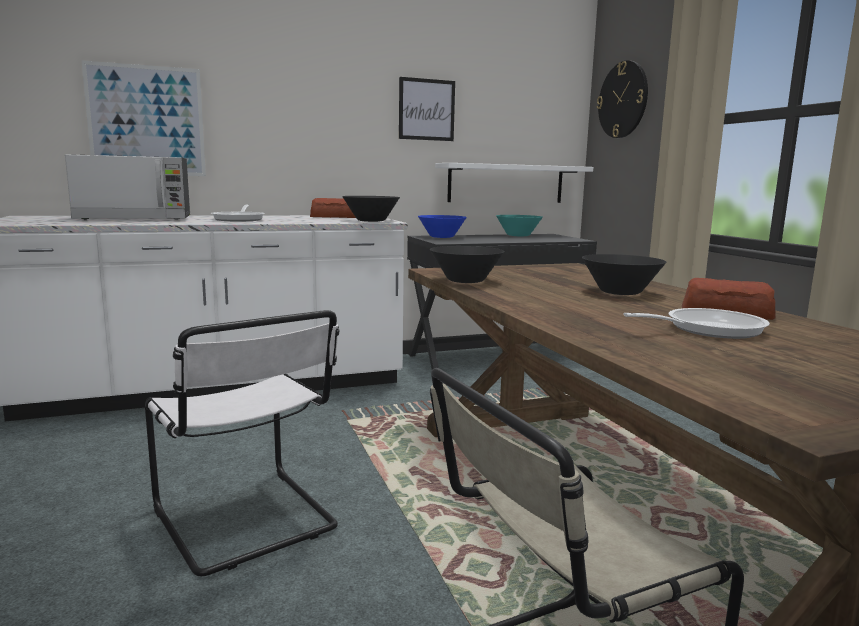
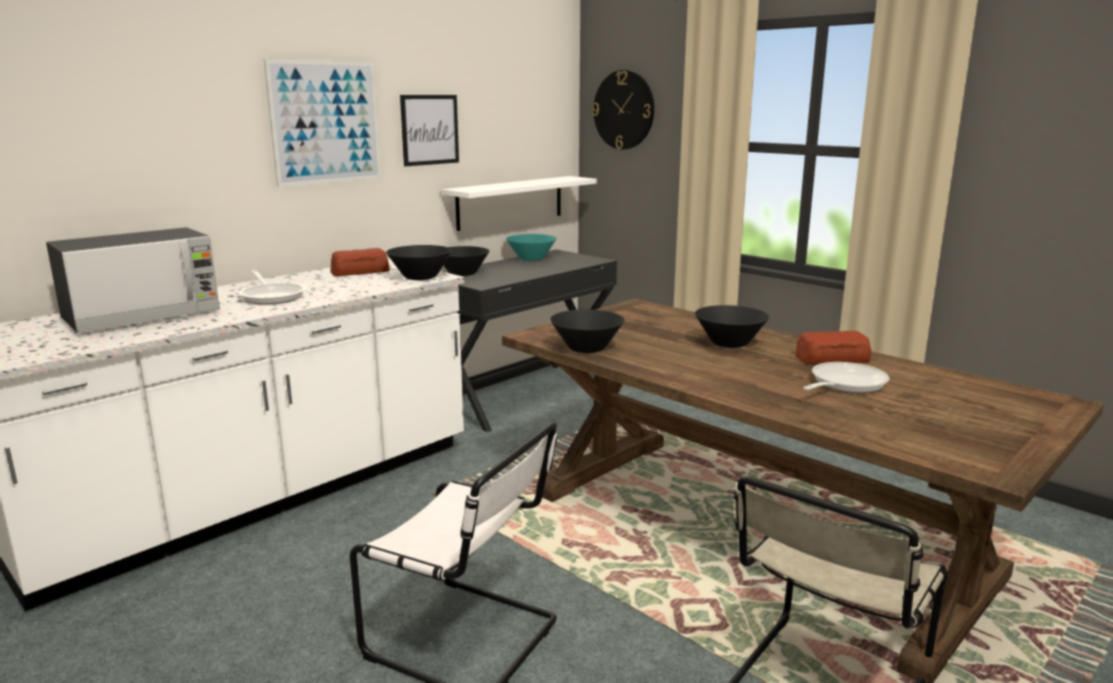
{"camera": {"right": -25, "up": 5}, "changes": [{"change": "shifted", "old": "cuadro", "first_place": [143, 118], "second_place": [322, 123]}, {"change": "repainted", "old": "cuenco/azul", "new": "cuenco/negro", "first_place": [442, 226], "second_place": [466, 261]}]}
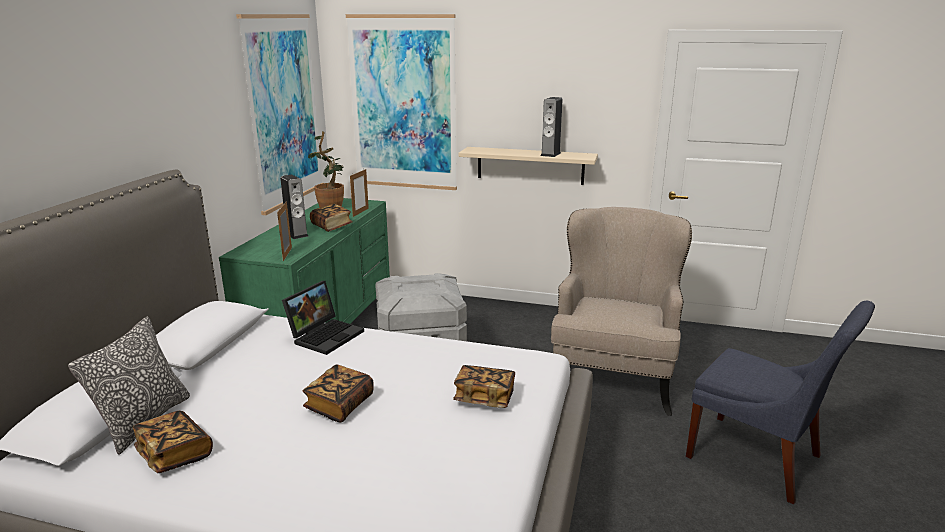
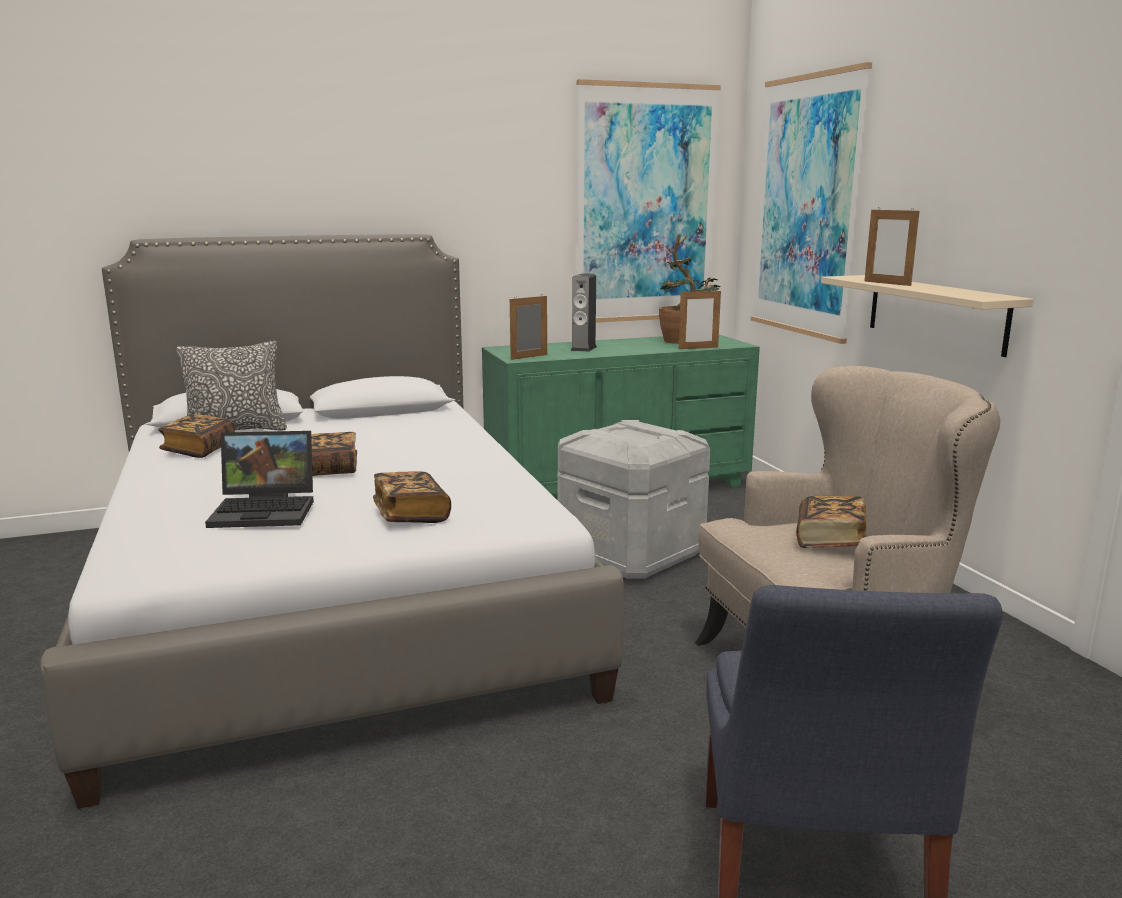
{"camera": {"right": 55, "up": -5}, "changes": [{"change": "shifted", "old": "portátil", "first_place": [323, 318], "second_place": [259, 479]}, {"change": "shifted", "old": "libro", "first_place": [331, 218], "second_place": [831, 522]}, {"change": "gone", "old": "altavoz", "first_place": [551, 127]}, {"change": "new", "new": "portarretratos", "second_place": [891, 246]}]}
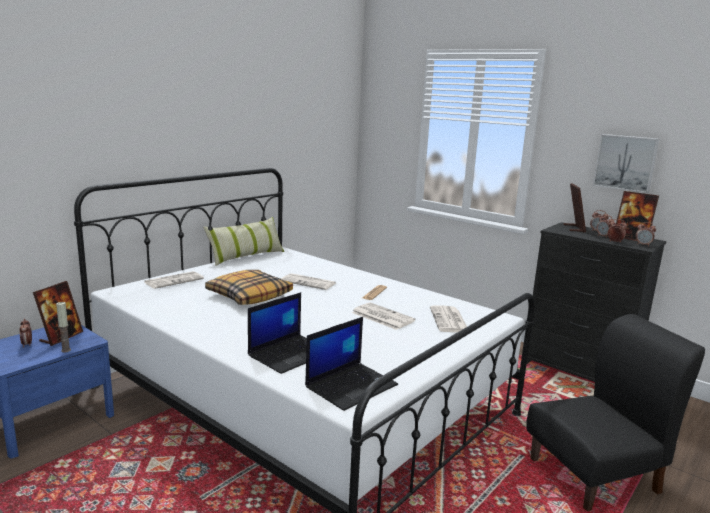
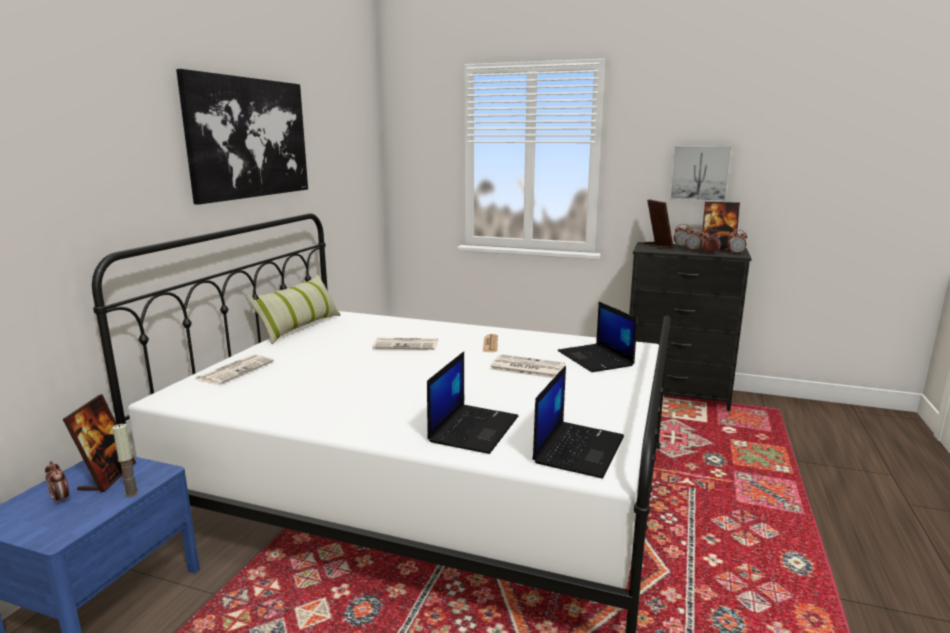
{"camera": {"right": -20, "up": 0}, "changes": [{"change": "gone", "old": "cojín", "first_place": [249, 287]}, {"change": "swapped", "old": "periódico", "new": "portátil", "first_place": [448, 319], "second_place": [597, 337]}, {"change": "gone", "old": "silla/negro", "first_place": [615, 412]}, {"change": "new", "new": "cuadro", "second_place": [242, 137]}]}
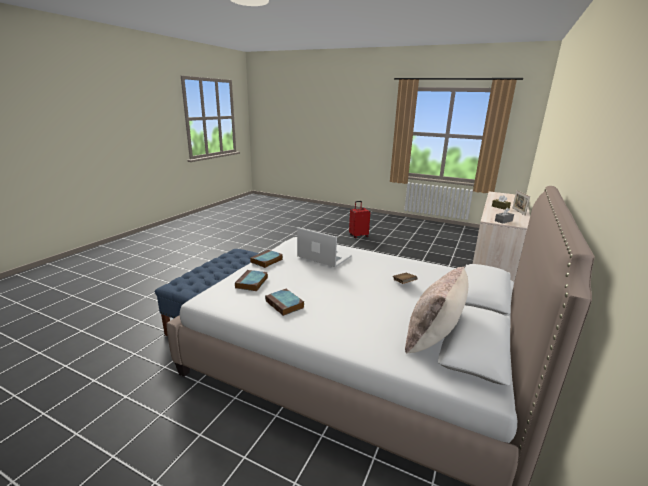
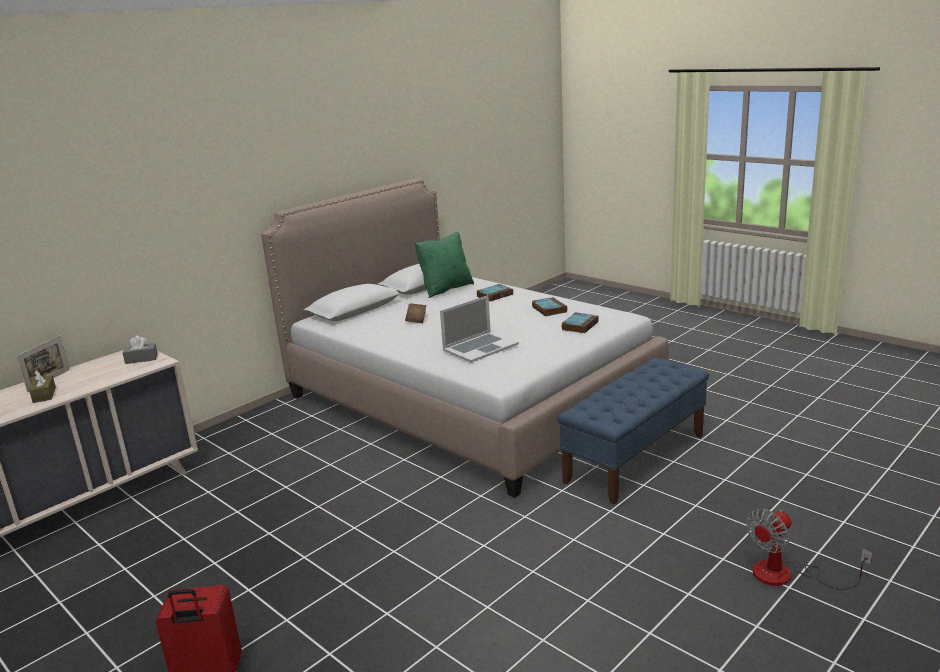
{"camera": {"right": -160, "up": 0}, "changes": [{"change": "shifted", "old": "libro", "first_place": [266, 259], "second_place": [495, 293]}, {"change": "rotated", "old": "portátil", "first_place": [324, 247], "second_place": [479, 329], "degrees": -90}, {"change": "repainted", "old": "cojín/beis", "new": "cojín/verde", "first_place": [436, 310], "second_place": [444, 265]}, {"change": "new", "new": "ventilador", "second_place": [809, 549]}]}
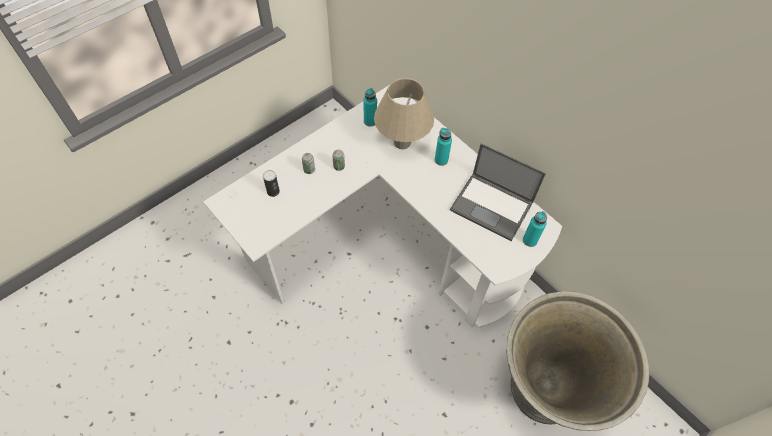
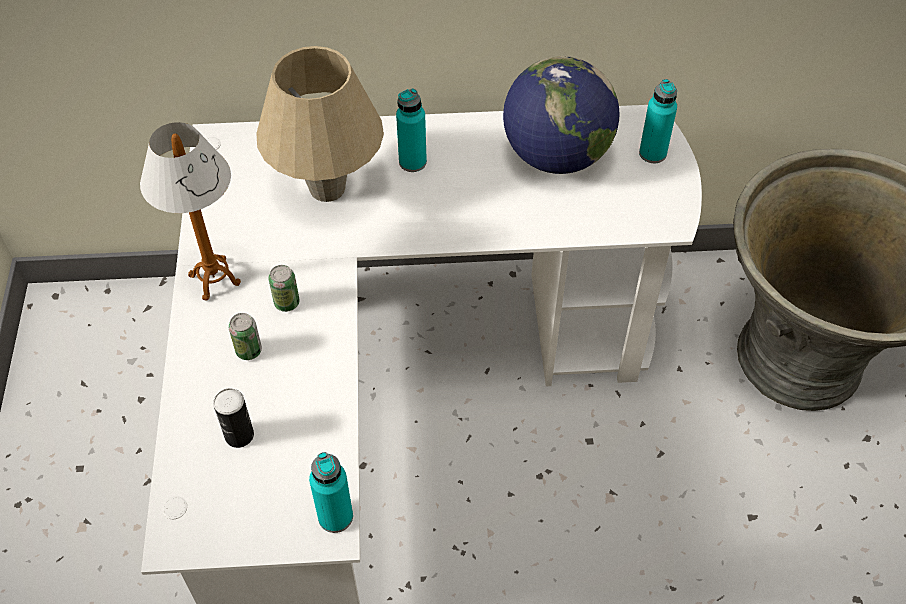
{"camera": {"right": -50, "up": -5}, "changes": [{"change": "shifted", "old": "botella/turquesa", "first_place": [370, 107], "second_place": [331, 492]}, {"change": "swapped", "old": "portátil", "new": "globo terráqueo", "first_place": [498, 192], "second_place": [561, 115]}, {"change": "new", "new": "lámpara de mesa", "second_place": [190, 211]}]}
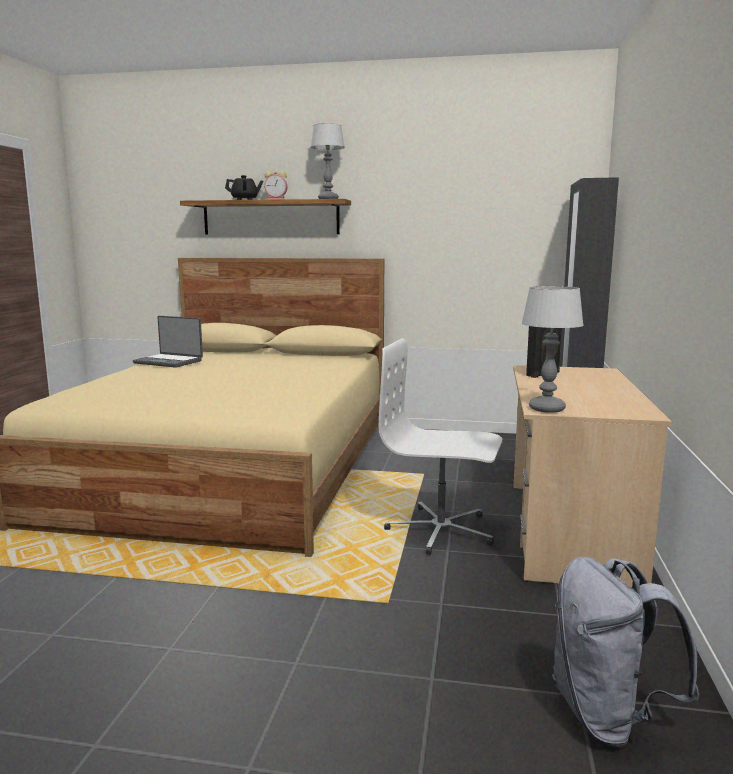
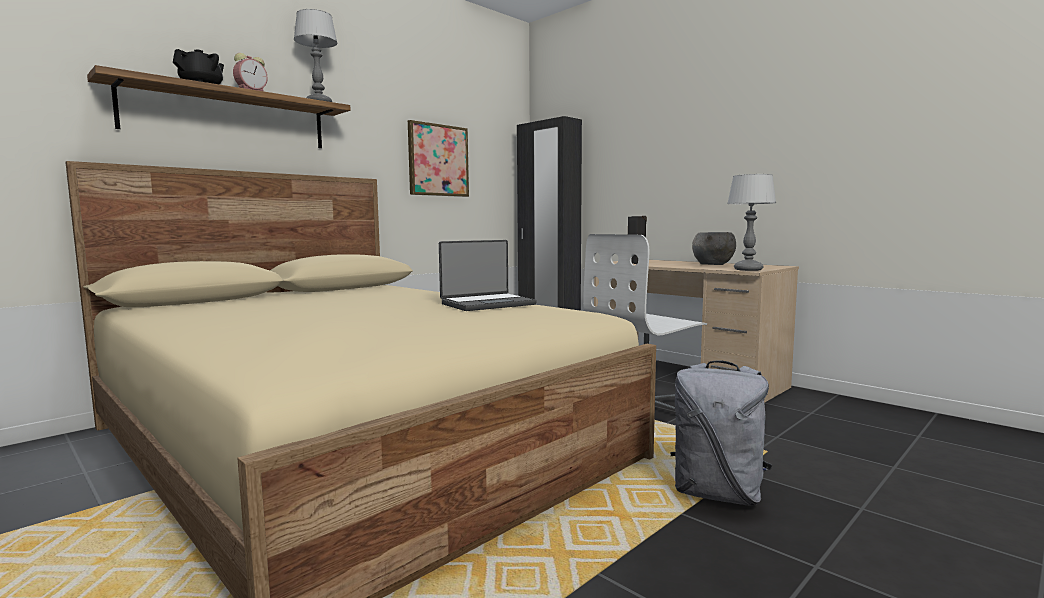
{"camera": {"right": -55, "up": -5}, "changes": [{"change": "shifted", "old": "portátil", "first_place": [168, 342], "second_place": [488, 275]}, {"change": "shifted", "old": "mochila/gris", "first_place": [626, 652], "second_place": [721, 433]}, {"change": "new", "new": "cuadro", "second_place": [438, 158]}, {"change": "new", "new": "cuenco/gris", "second_place": [714, 248]}]}
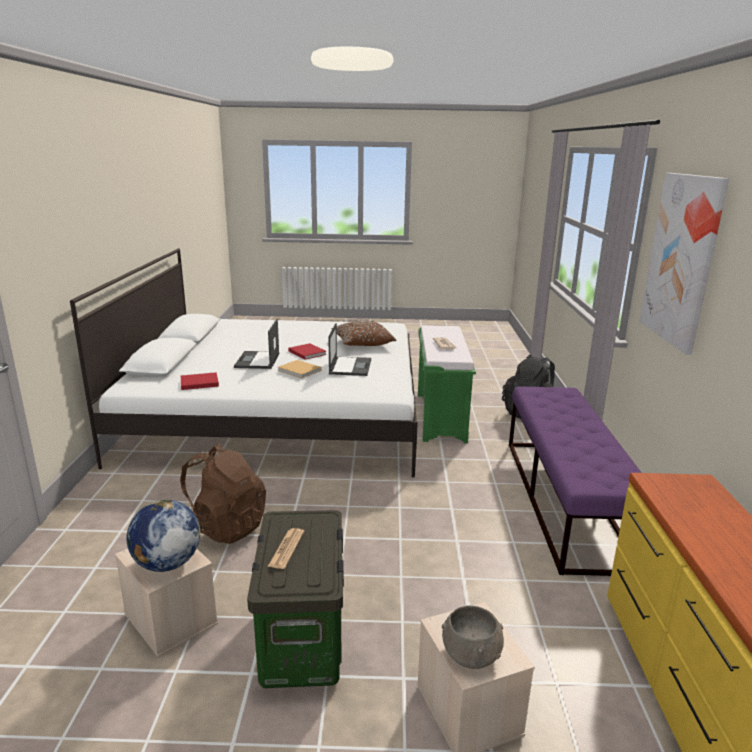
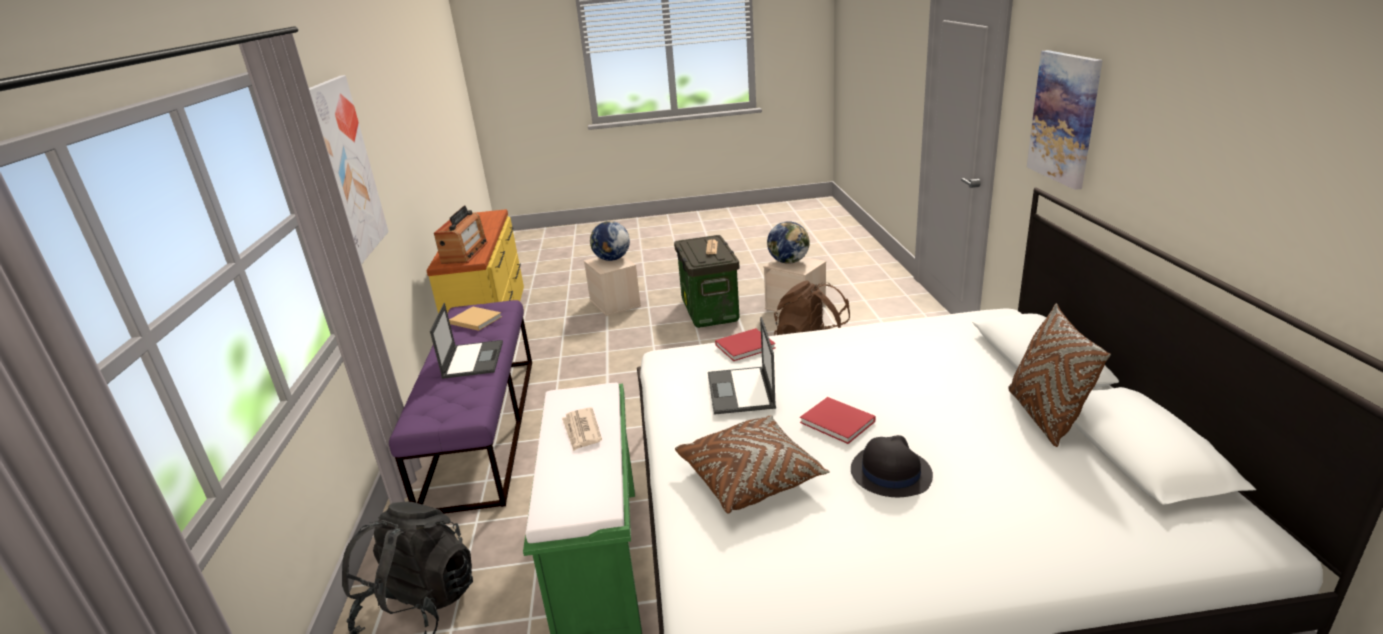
{"camera": {"right": 175, "up": 5}, "changes": [{"change": "shifted", "old": "libro/rojo", "first_place": [200, 381], "second_place": [745, 344]}, {"change": "shifted", "old": "portátil", "first_place": [257, 344], "second_place": [466, 341]}, {"change": "shifted", "old": "libro/beis", "first_place": [299, 369], "second_place": [475, 319]}, {"change": "swapped", "old": "cuenco/gris", "new": "globo terráqueo", "first_place": [473, 637], "second_place": [610, 241]}, {"change": "new", "new": "radio", "second_place": [461, 234]}, {"change": "new", "new": "sombrero/negro", "second_place": [892, 466]}, {"change": "new", "new": "cojín/marrón", "second_place": [1059, 375]}, {"change": "new", "new": "cuadro", "second_place": [1065, 120]}]}
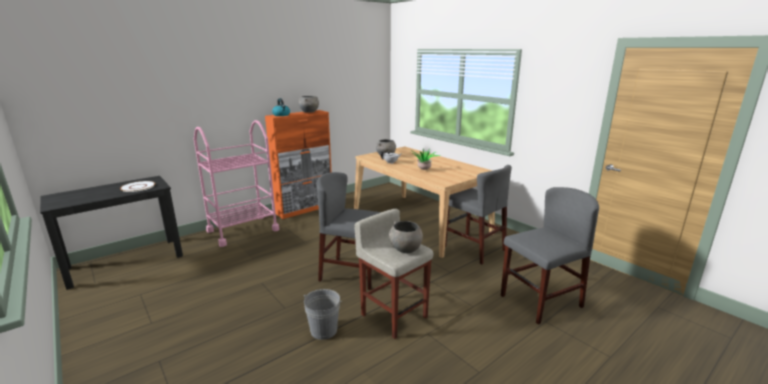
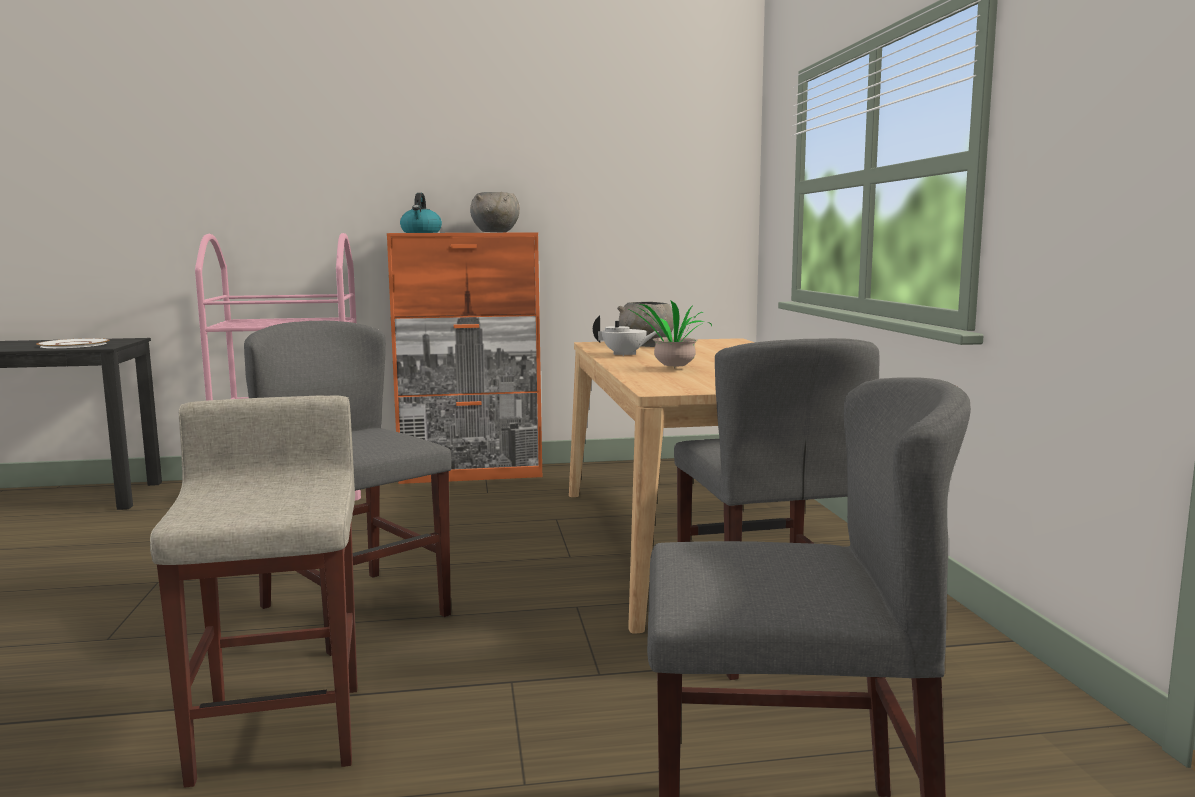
{"camera": {"right": 30, "up": -10}, "changes": [{"change": "gone", "old": "cubo/gris", "first_place": [323, 314]}, {"change": "gone", "old": "cuenco/gris", "first_place": [406, 237]}]}
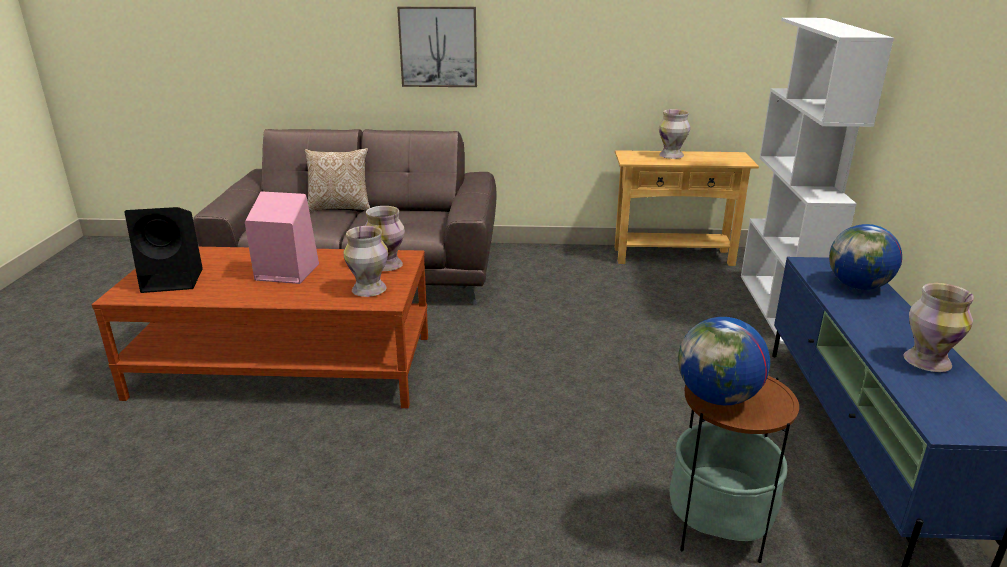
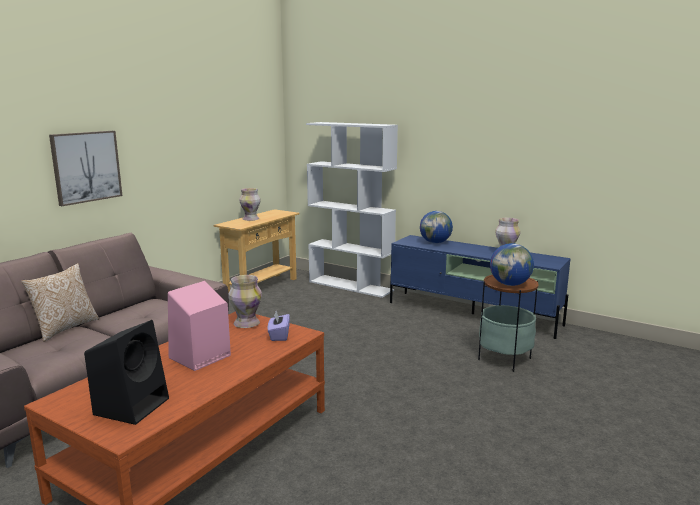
{"camera": {"right": -60, "up": -10}, "changes": [{"change": "swapped", "old": "florero", "new": "caja de pañuelos/morado", "first_place": [366, 261], "second_place": [279, 326]}]}
